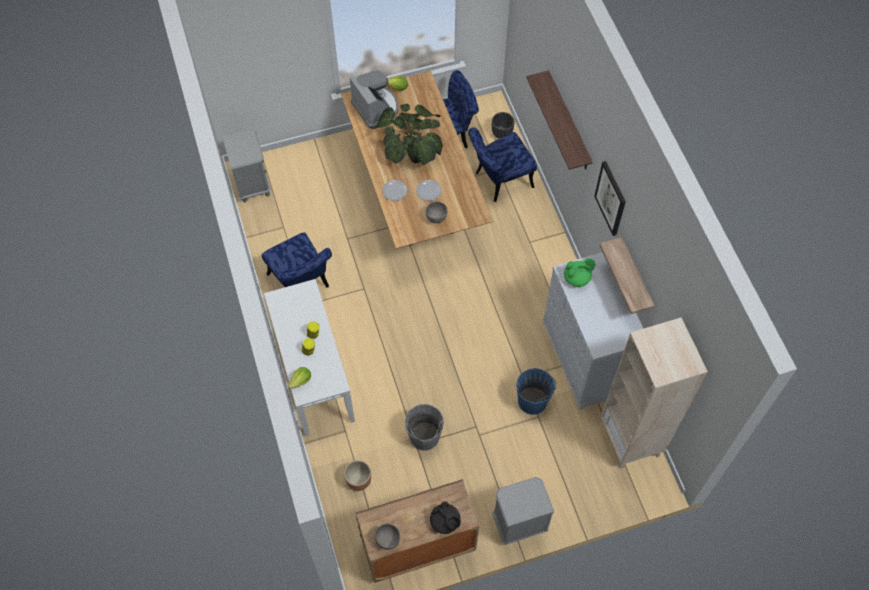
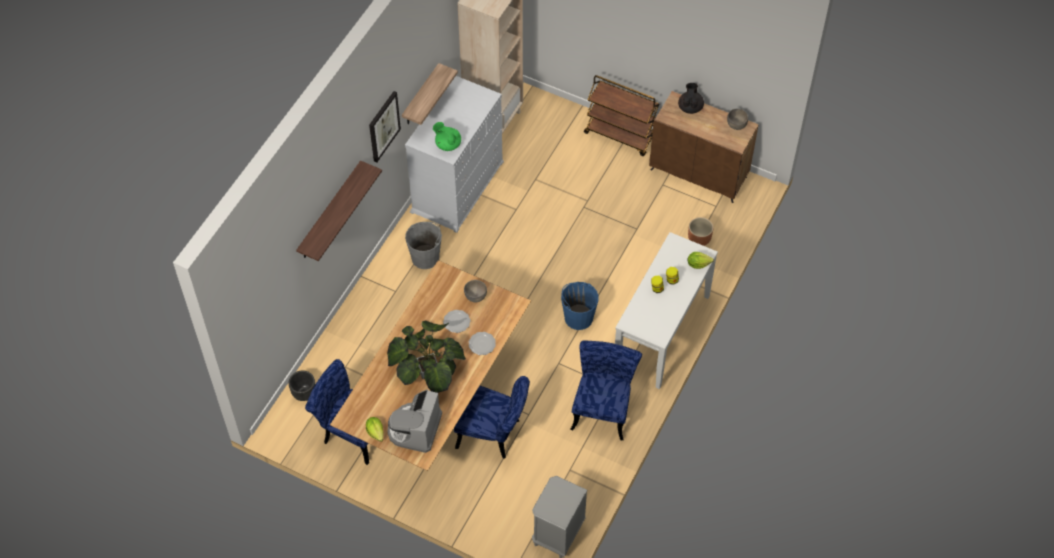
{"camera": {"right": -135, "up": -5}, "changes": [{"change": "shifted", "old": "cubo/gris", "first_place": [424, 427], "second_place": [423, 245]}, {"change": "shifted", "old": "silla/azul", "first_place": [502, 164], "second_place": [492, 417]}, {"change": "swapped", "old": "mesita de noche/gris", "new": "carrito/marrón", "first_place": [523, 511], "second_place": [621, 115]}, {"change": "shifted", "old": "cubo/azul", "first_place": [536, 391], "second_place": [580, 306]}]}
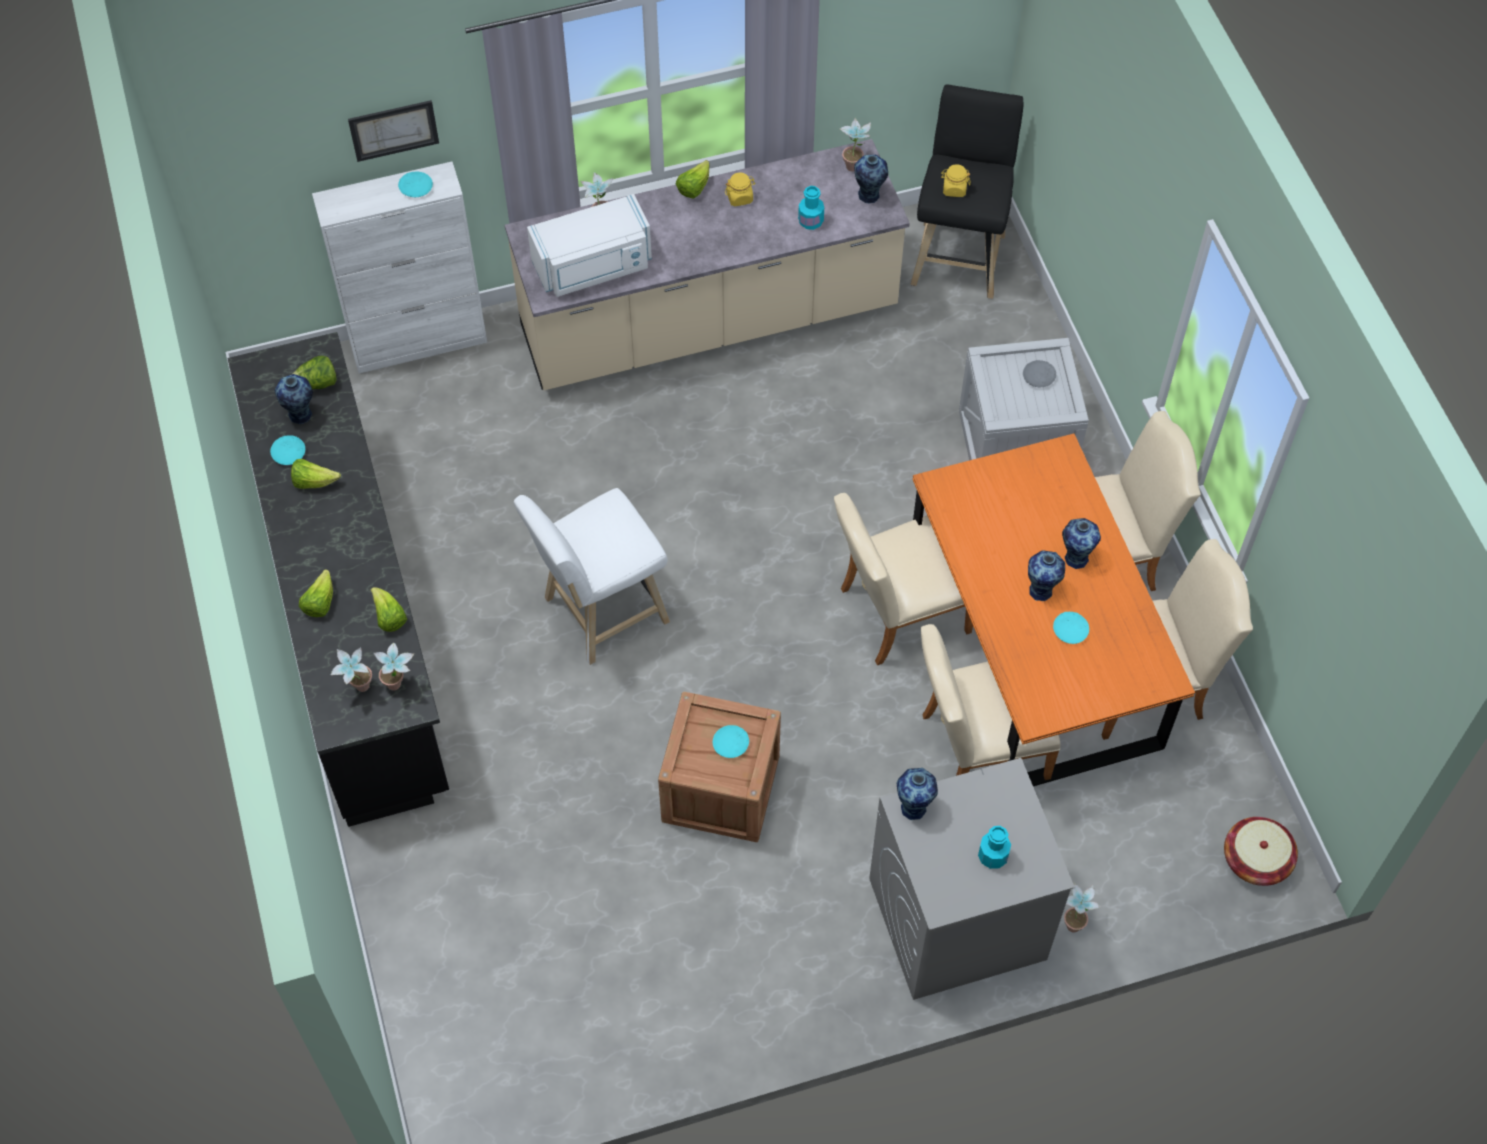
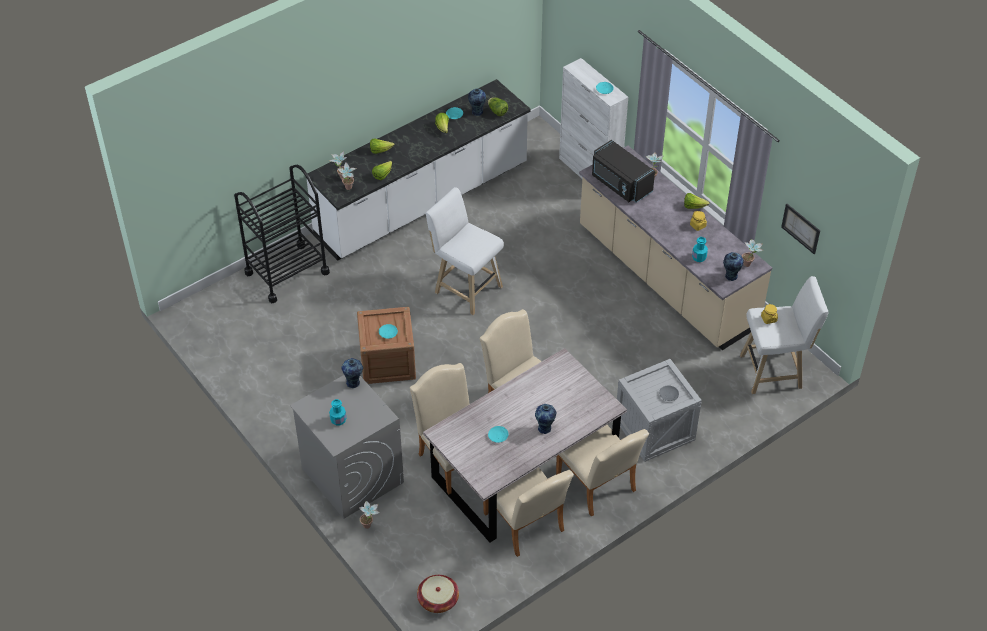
{"camera": {"right": 70, "up": -10}, "changes": [{"change": "repainted", "old": "mueble bajo de cocina/negro", "new": "mueble bajo de cocina/blanco", "first_place": [338, 579], "second_place": [418, 170]}, {"change": "shifted", "old": "cuadro", "first_place": [393, 131], "second_place": [800, 229]}, {"change": "repainted", "old": "microondas/blanco", "new": "microondas/negro", "first_place": [589, 245], "second_place": [623, 171]}, {"change": "repainted", "old": "taburete/negro", "new": "taburete/blanco", "first_place": [966, 191], "second_place": [784, 335]}, {"change": "repainted", "old": "mesa de comedor/naranja", "new": "mesa de comedor/gris", "first_place": [1054, 610], "second_place": [525, 445]}, {"change": "gone", "old": "florero", "first_place": [1046, 575]}, {"change": "new", "new": "carrito/negro", "second_place": [282, 233]}]}
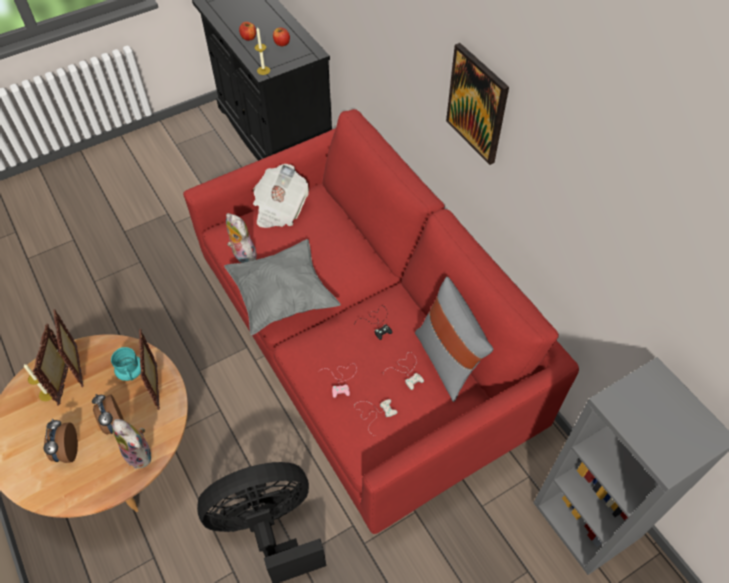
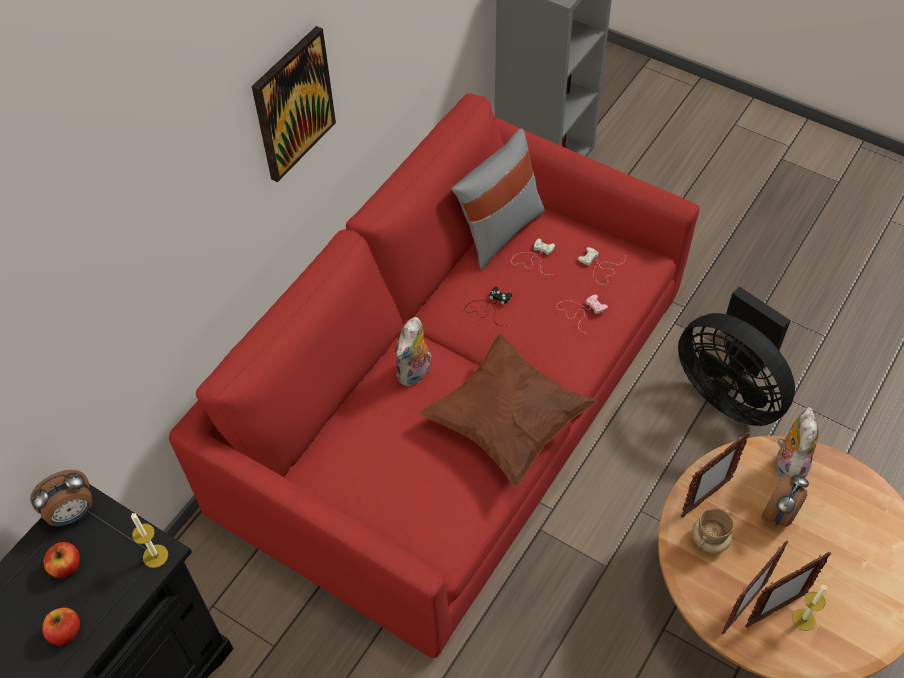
{"camera": {"right": -115, "up": 0}, "changes": [{"change": "shifted", "old": "despertador", "first_place": [61, 441], "second_place": [61, 498]}, {"change": "repainted", "old": "taza grande/turquesa", "new": "taza grande/beis", "first_place": [126, 364], "second_place": [713, 530]}, {"change": "repainted", "old": "cojín/gris", "new": "cojín/marrón", "first_place": [282, 287], "second_place": [508, 410]}, {"change": "shifted", "old": "peluche", "first_place": [241, 238], "second_place": [413, 351]}, {"change": "gone", "old": "periódico", "first_place": [281, 196]}]}
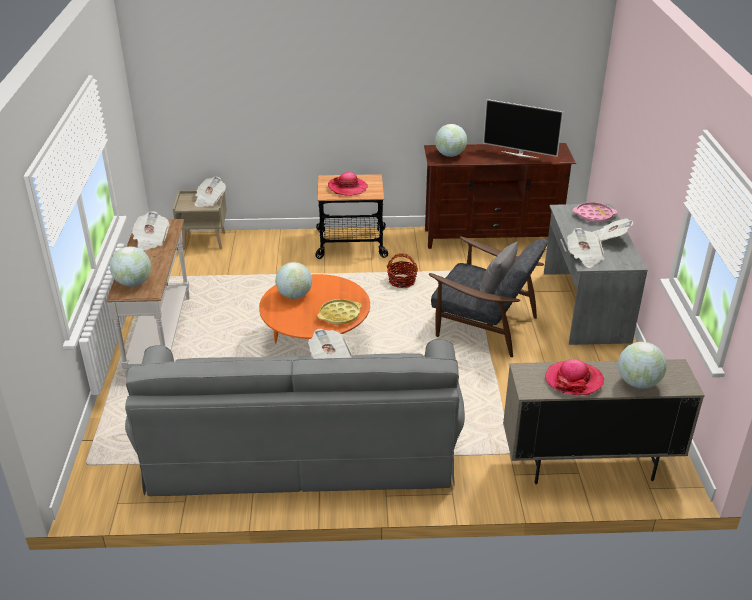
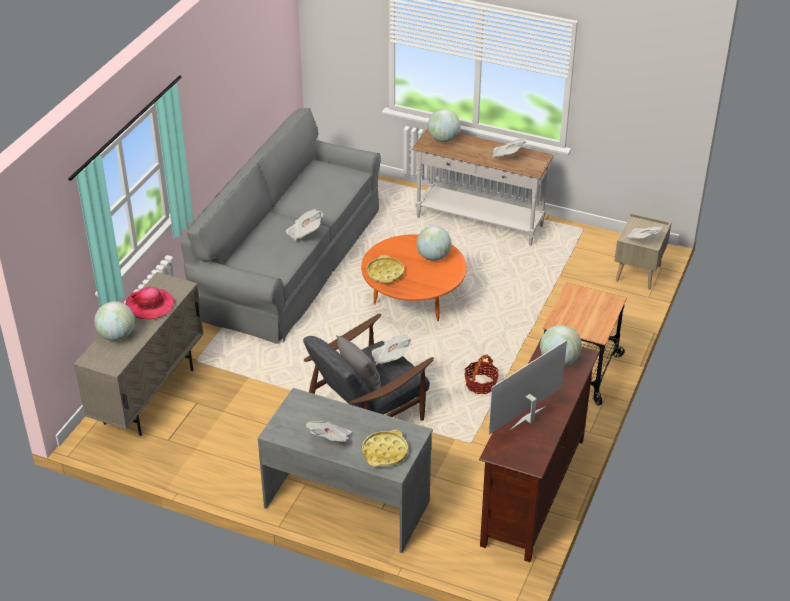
{"camera": {"right": 115, "up": 5}, "changes": [{"change": "gone", "old": "sombrero", "first_place": [348, 184]}, {"change": "shifted", "old": "periódico", "first_place": [586, 248], "second_place": [391, 349]}, {"change": "repainted", "old": "bandeja/rosa", "new": "bandeja/amarillo", "first_place": [595, 212], "second_place": [385, 448]}]}
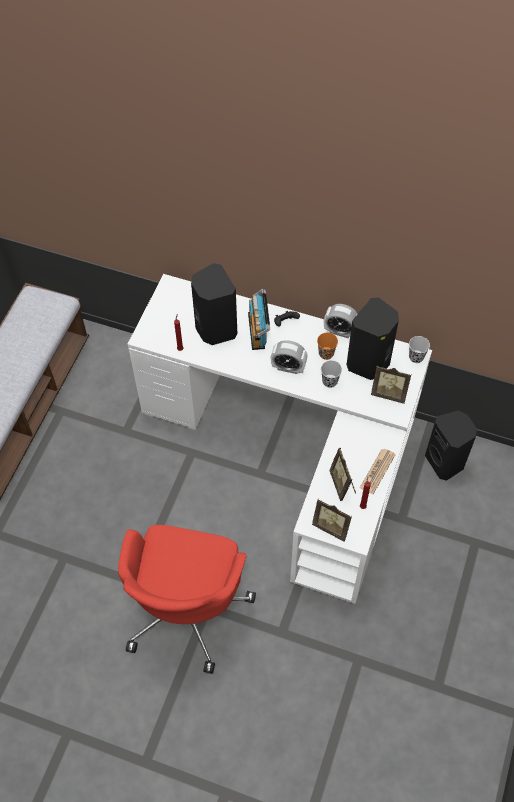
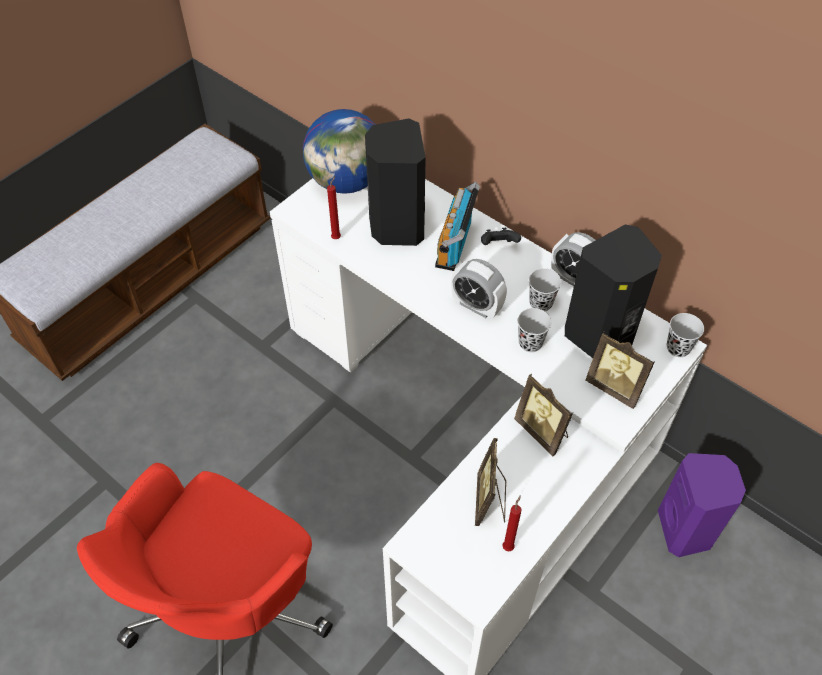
{"camera": {"right": 20, "up": -5}, "changes": [{"change": "shifted", "old": "portarretratos", "first_place": [332, 519], "second_place": [543, 415]}, {"change": "repainted", "old": "taza/naranja", "new": "taza/negro", "first_place": [327, 346], "second_place": [545, 290]}, {"change": "gone", "old": "periódico", "first_place": [378, 471]}, {"change": "repainted", "old": "altavoz/negro", "new": "altavoz/morado", "first_place": [451, 445], "second_place": [702, 505]}, {"change": "new", "new": "globo terráqueo", "second_place": [339, 151]}]}
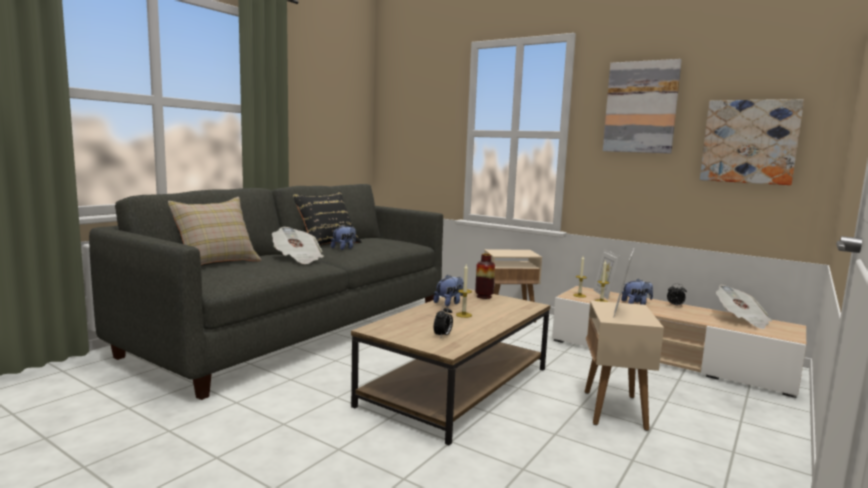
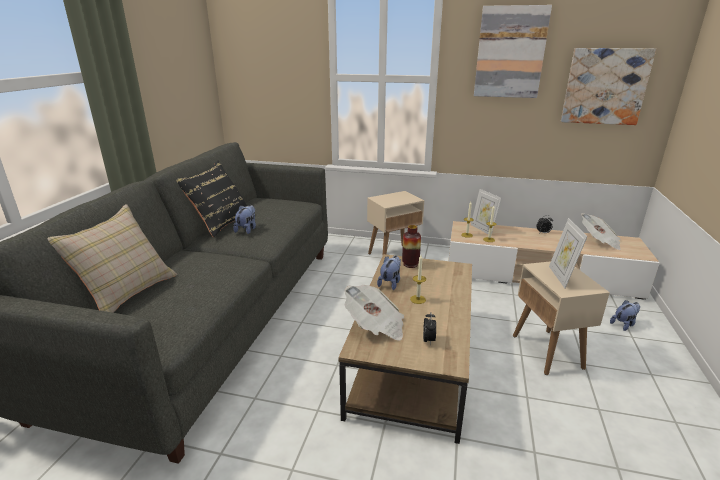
{"camera": {"right": -20, "up": 15}, "changes": [{"change": "shifted", "old": "periódico", "first_place": [298, 245], "second_place": [374, 313]}, {"change": "shifted", "old": "peluche", "first_place": [637, 292], "second_place": [625, 315]}]}
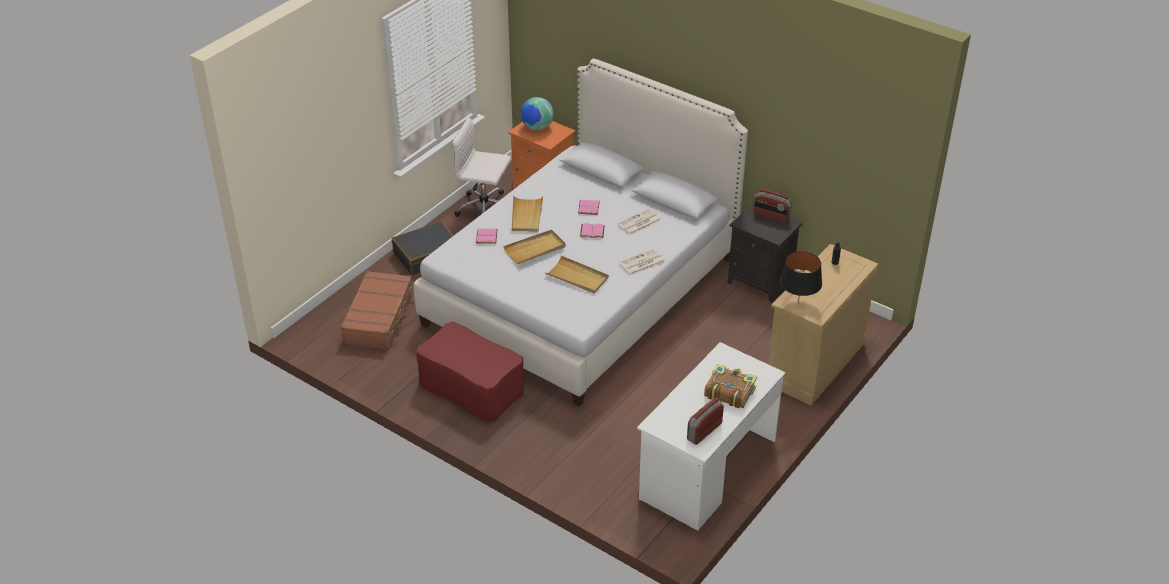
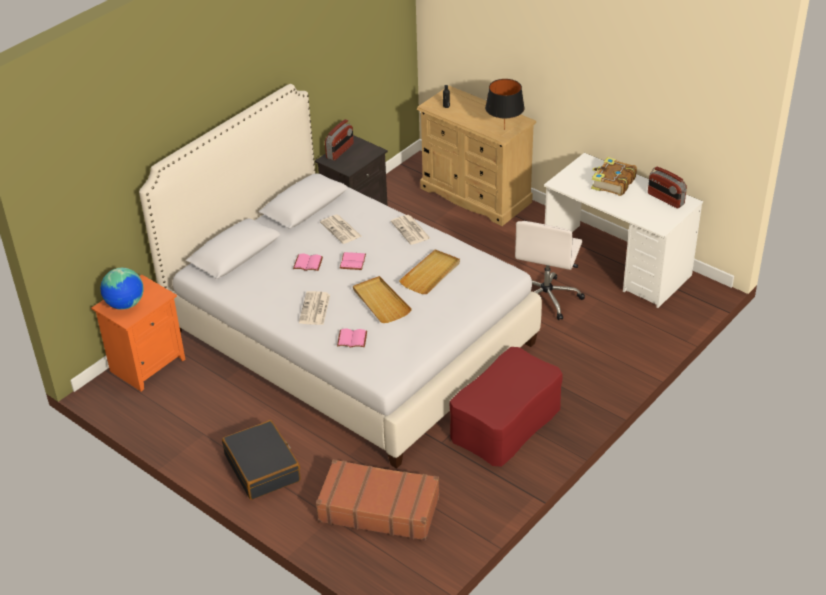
{"camera": {"right": -85, "up": 0}, "changes": [{"change": "shifted", "old": "silla de oficina/blanco", "first_place": [481, 167], "second_place": [550, 270]}, {"change": "swapped", "old": "bandeja/beis", "new": "periódico", "first_place": [527, 213], "second_place": [314, 308]}]}
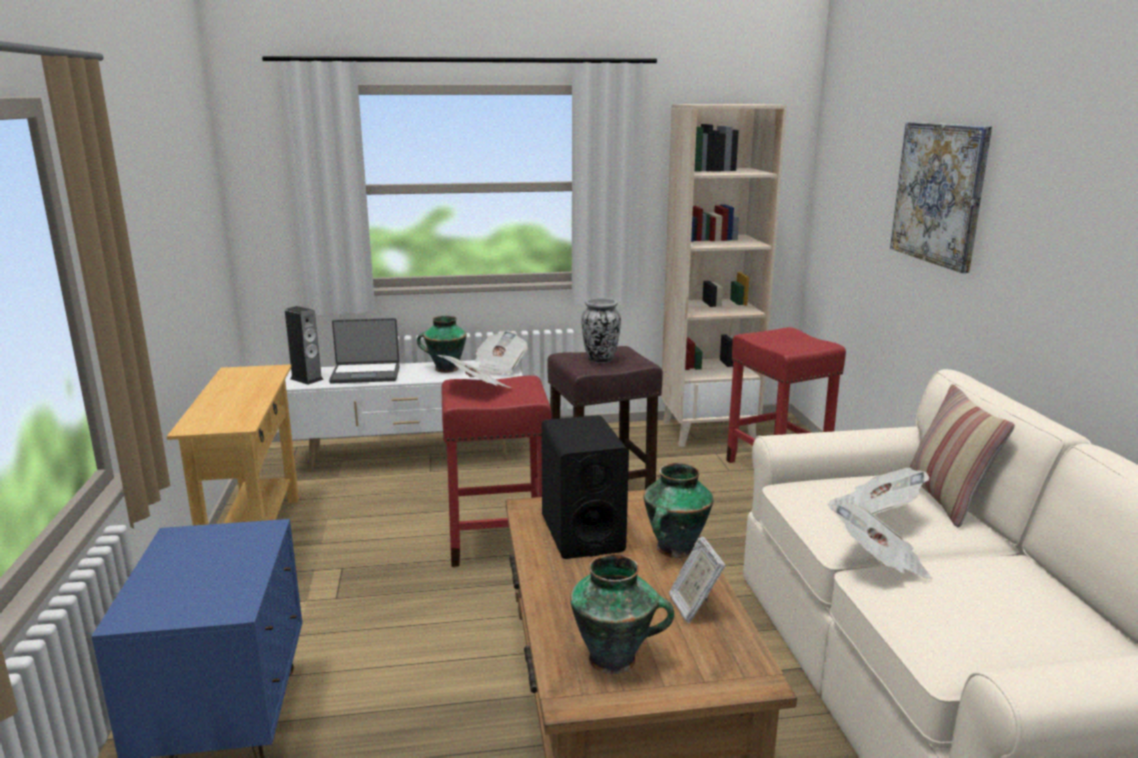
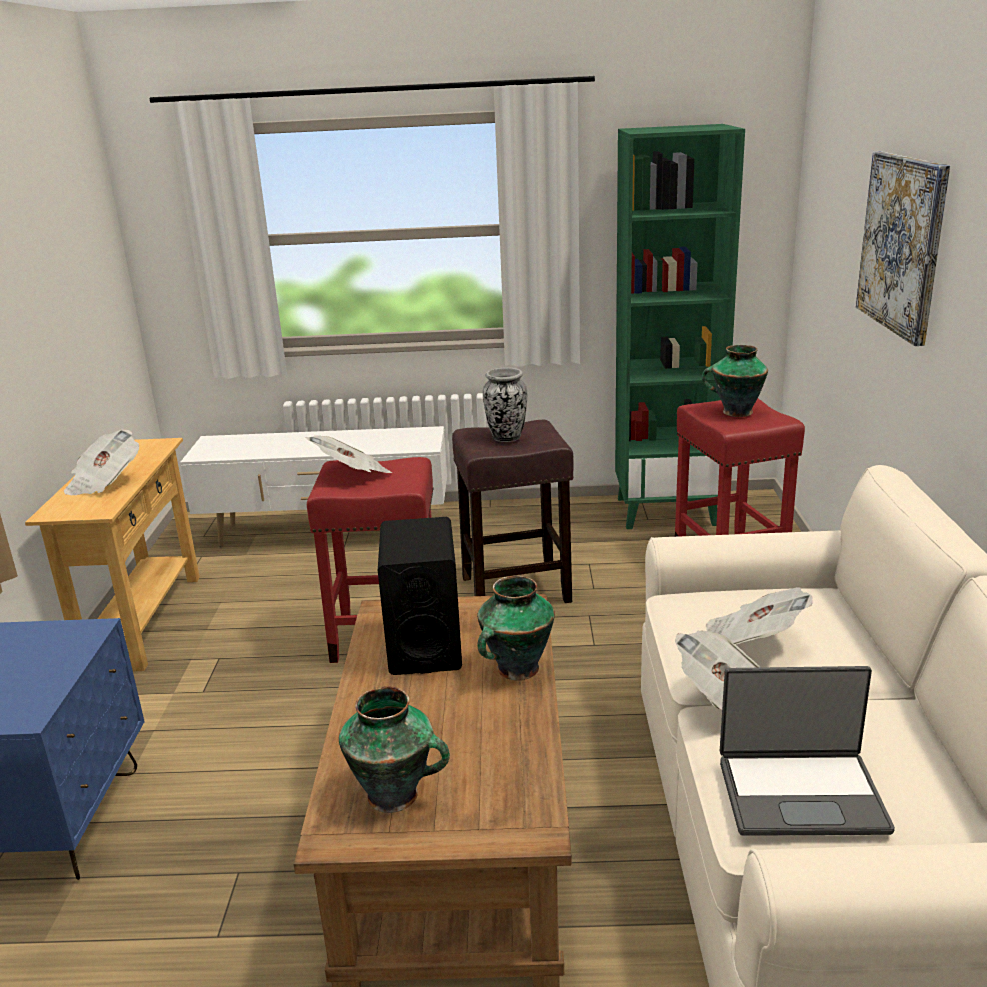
{"camera": {"right": 10, "up": 5}, "changes": [{"change": "gone", "old": "altavoz", "first_place": [304, 345]}, {"change": "shifted", "old": "portátil", "first_place": [364, 351], "second_place": [807, 751]}, {"change": "shifted", "old": "florero", "first_place": [442, 344], "second_place": [735, 381]}, {"change": "shifted", "old": "periódico", "first_place": [501, 353], "second_place": [101, 462]}, {"change": "repainted", "old": "estantería/beis", "new": "estantería/verde", "first_place": [724, 275], "second_place": [680, 326]}, {"change": "gone", "old": "portarretratos", "first_place": [697, 579]}, {"change": "gone", "old": "cojín", "first_place": [961, 456]}]}
